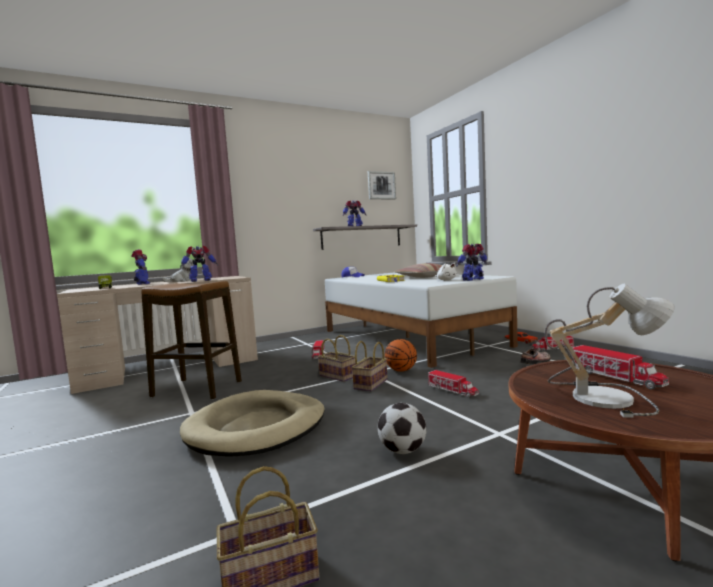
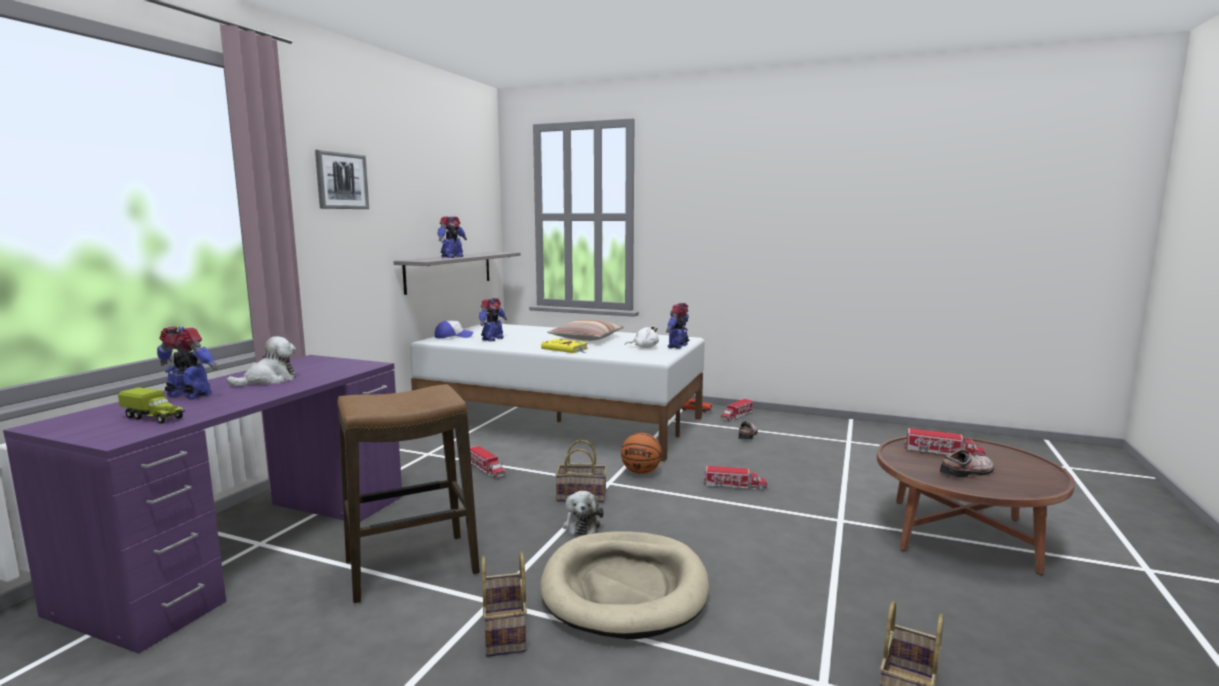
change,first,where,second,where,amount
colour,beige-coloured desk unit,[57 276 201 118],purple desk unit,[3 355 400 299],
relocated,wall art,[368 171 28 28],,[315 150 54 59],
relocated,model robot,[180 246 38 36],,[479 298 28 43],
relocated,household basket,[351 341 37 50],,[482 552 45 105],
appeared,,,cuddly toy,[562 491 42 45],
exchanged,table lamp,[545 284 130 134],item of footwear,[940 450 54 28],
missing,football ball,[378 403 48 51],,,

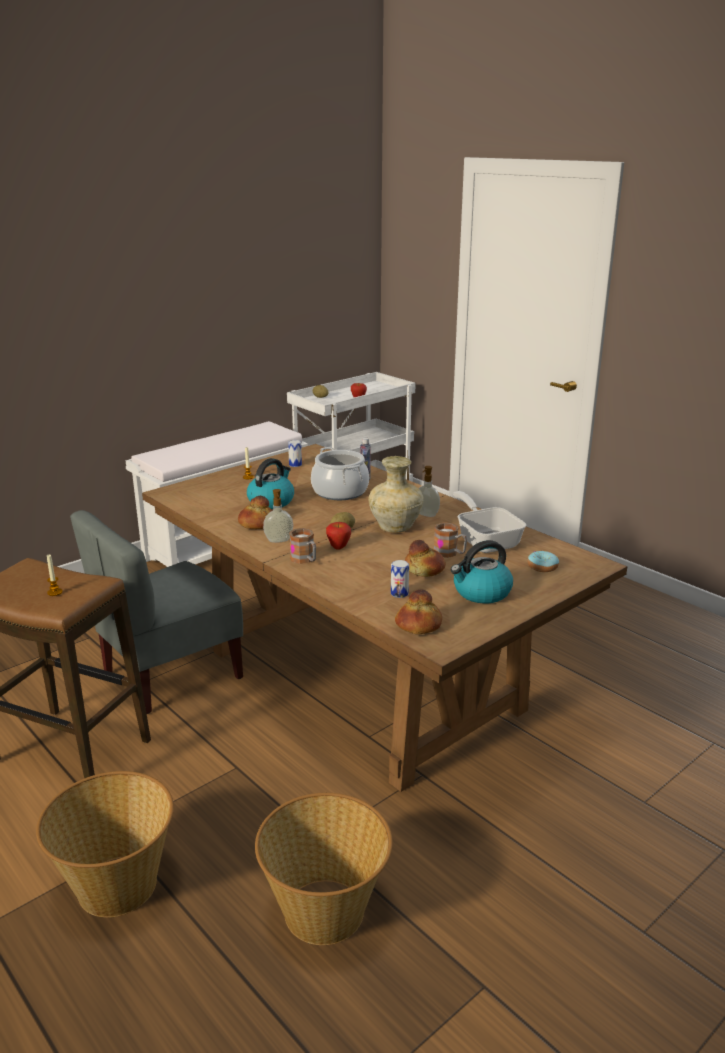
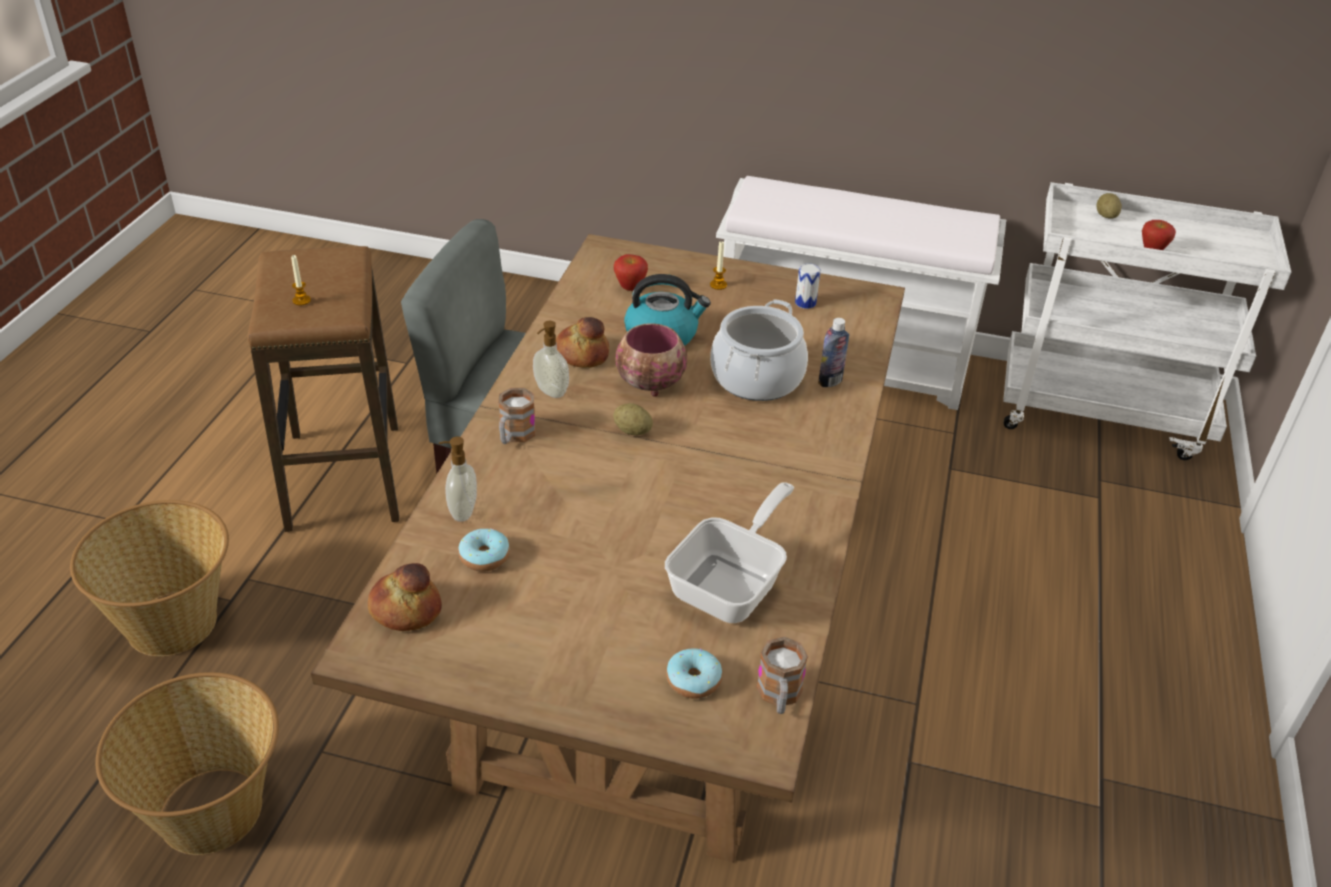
change,first,where,second,where,amount
relocated,liquid soap bottle,[419 466 21 51],,[439 437 38 85],
exchanged,metal can,[391 560 18 38],ring doughnut,[458 529 52 43],
relocated,whole apple,[326 522 25 28],,[614 254 34 37],
appeared,,,deep dish,[616 323 71 74],
relocated,mug,[434 522 33 36],,[756 636 52 78],
missing,beige-coloured decorative vase,[368 456 56 77],,,
missing,bread,[405 540 41 37],,,
missing,tea kettle,[451 540 62 64],,,

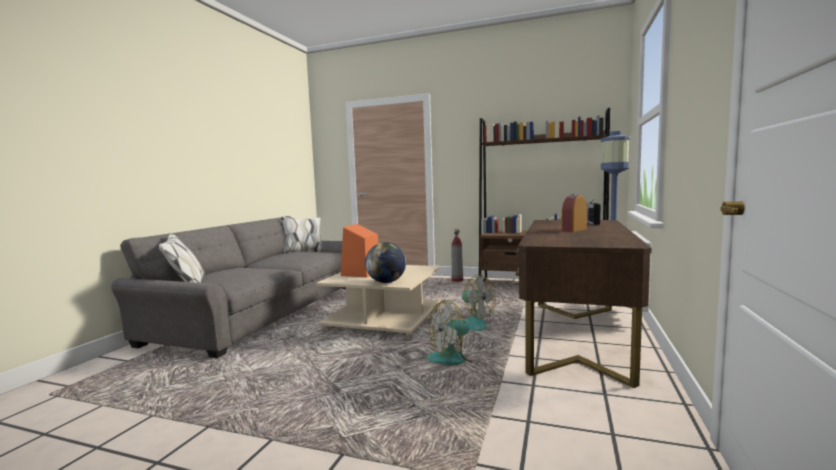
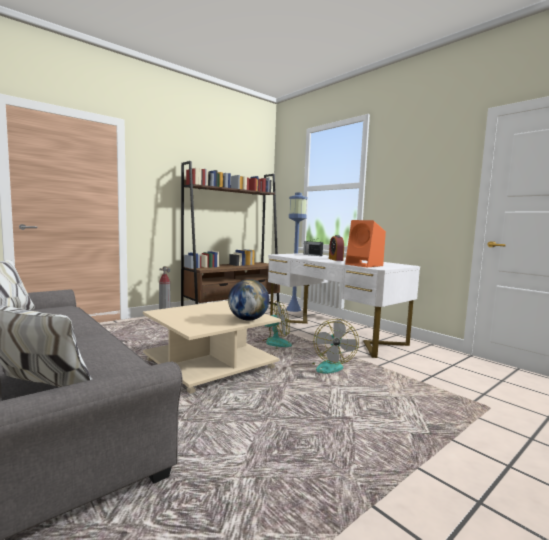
change,first,where,second,where,amount
colour,brownish desk unit,[515 220 137 168],white desk unit,[268 253 152 105],
relocated,orange audio speaker,[341 224 37 53],,[345 220 41 47],

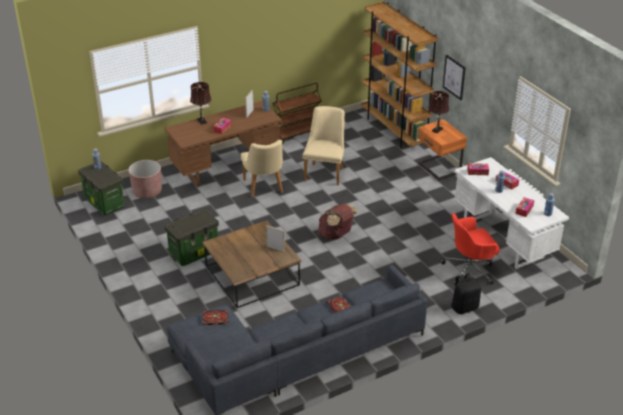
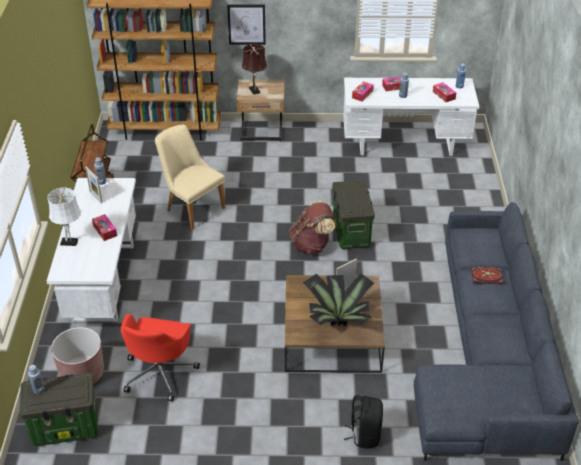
change,first,where,second,where,amount
colour,brownish desk unit,[165 101 117 86],white desk unit,[47 178 89 144],
colour,brownish table lamp,[190 82 22 43],white table lamp,[47 187 34 59],
relocated,red-coloured office chair,[440 213 60 72],,[121 314 79 88],
colour,orange night table,[417 119 50 62],beige-coloured night table,[237 79 47 62],
appeared,,,plant in a pot,[303 274 71 53],
relocated,storage box,[164 209 55 57],,[332 180 43 69],
relocated,black rucksack,[451 273 30 41],,[344 395 39 53],
missing,volume,[202 310 26 15],,,
missing,beige-coloured plain chair,[241 140 42 57],,,

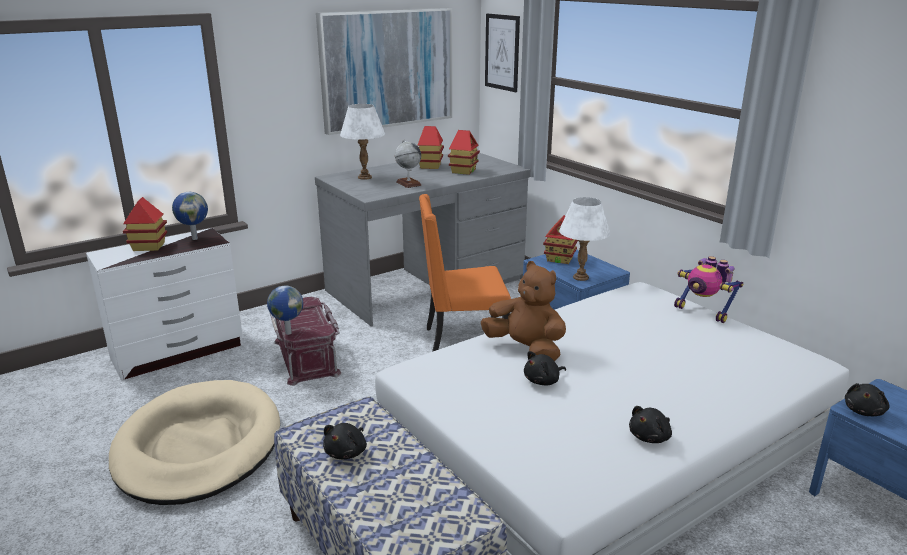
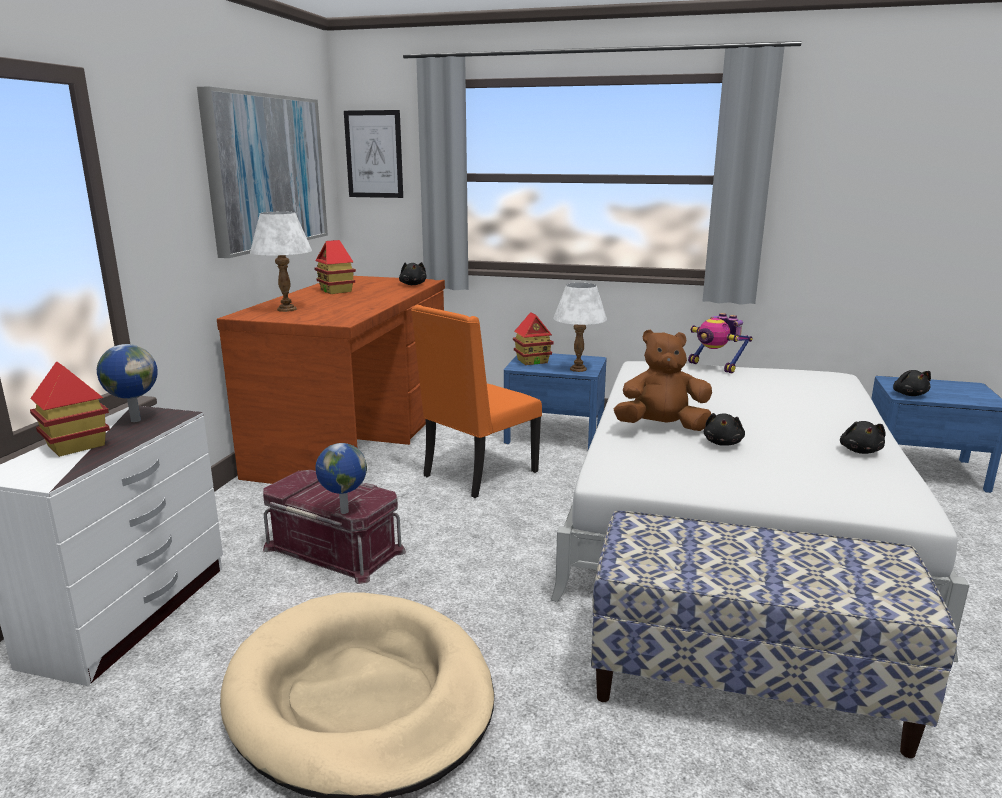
change,first,where,second,where,amount
colour,gray desk unit,[315 153 216 174],brownish desk unit,[217 276 228 208],
relocated,black cuddly toy,[323 423 44 36],,[399 262 28 23],
spun,model robot,[674 256 69 67],,[688 313 64 60],45 degrees clockwise
missing,desk globe,[395 139 27 49],,,
missing,miniature house,[448 130 32 45],,,

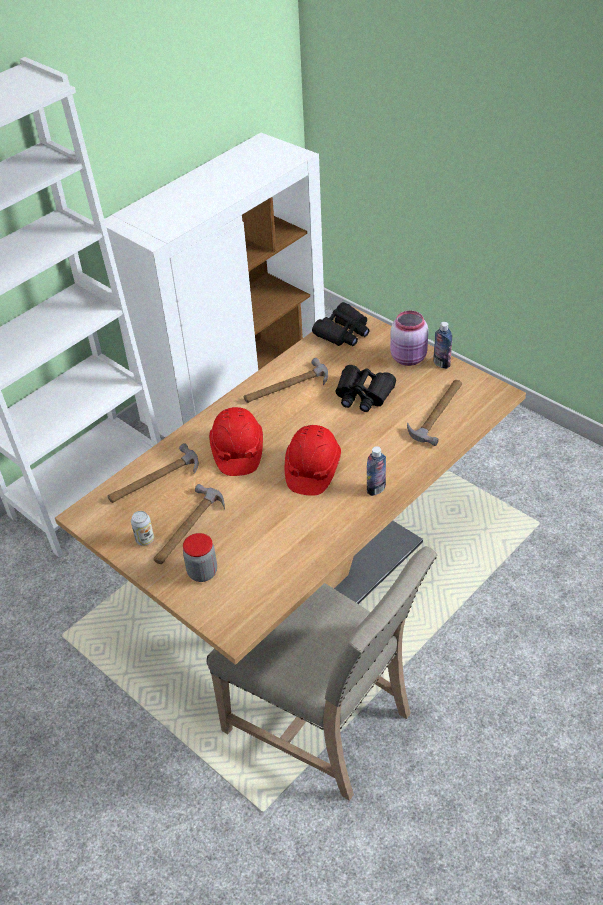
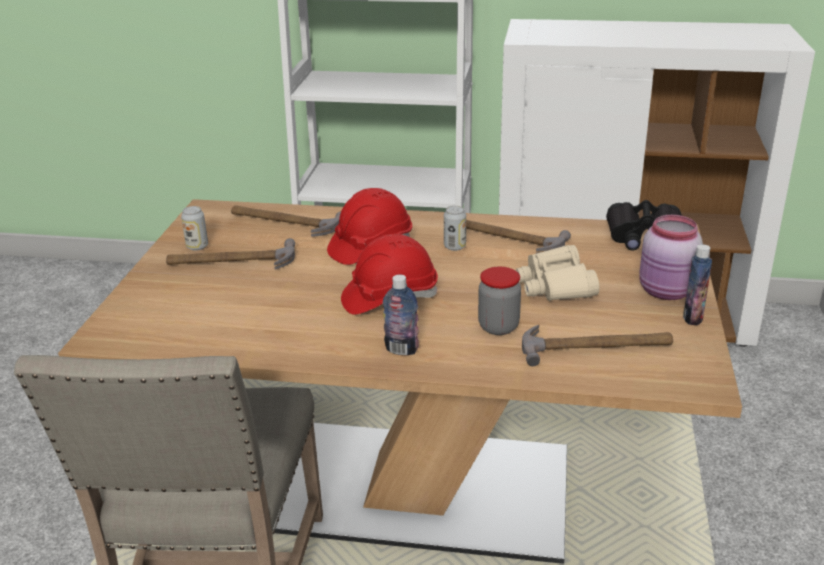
change,first,where,second,where,amount
appeared,,,metal can,[444 206 22 45],
relocated,storage jar,[183 533 34 49],,[478 267 43 68],
colour,black binoculars,[335 365 61 47],beige-coloured binoculars,[516 245 83 56],

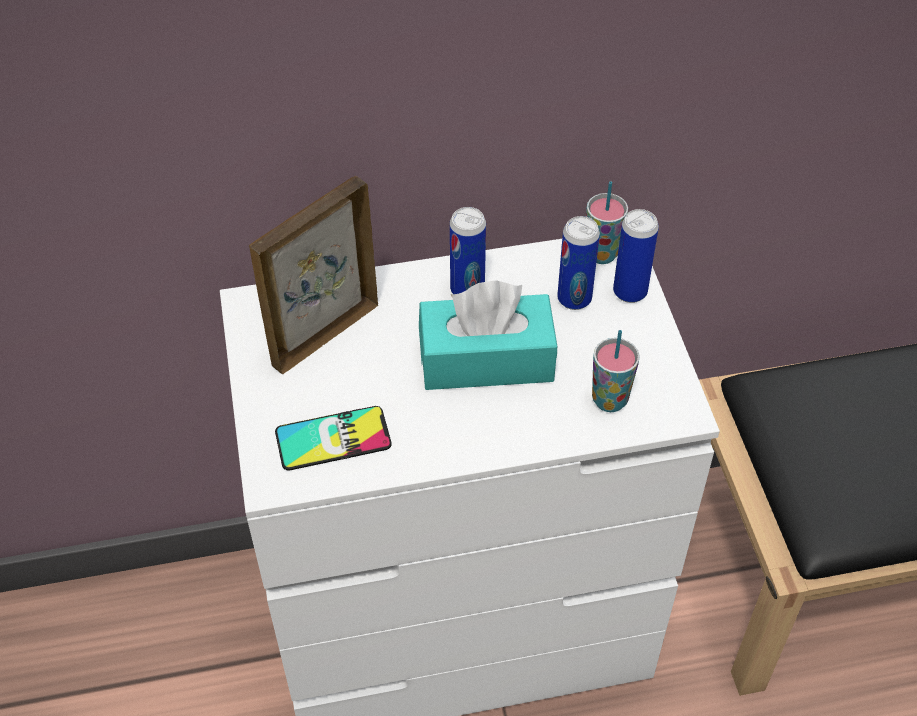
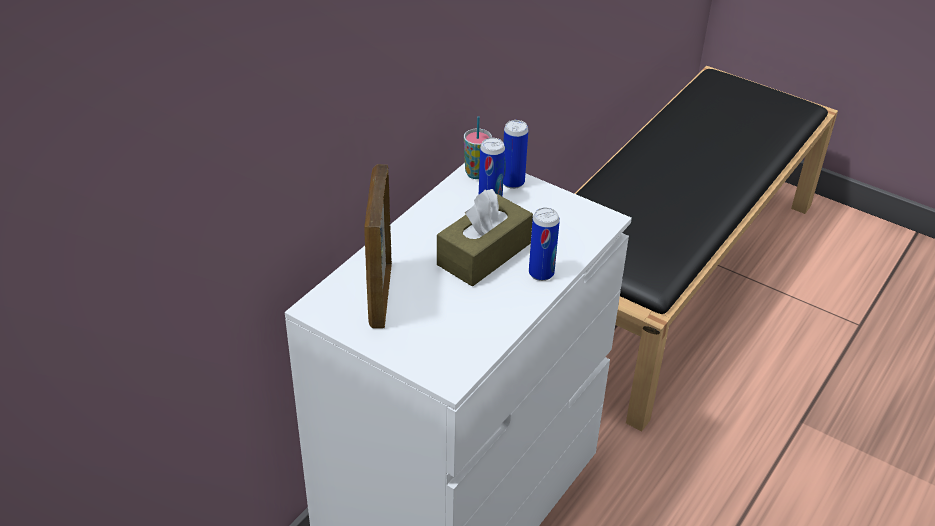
change,first,where,second,where,amount
colour,blue-green box of tissues,[419 280 138 110],brownish box of tissues,[437 189 96 97],
relocated,metal can,[450 207 36 87],,[529 208 31 73],
missing,handset,[275 406 117 65],,,
missing,cup,[592 330 48 82],,,

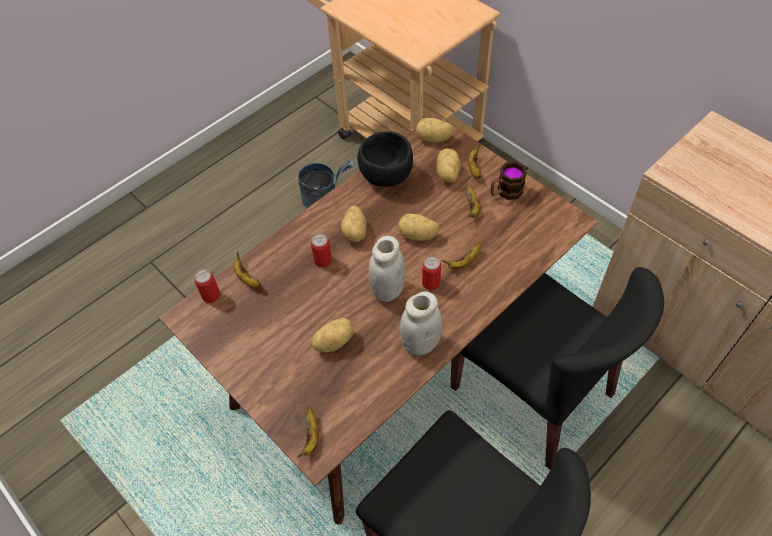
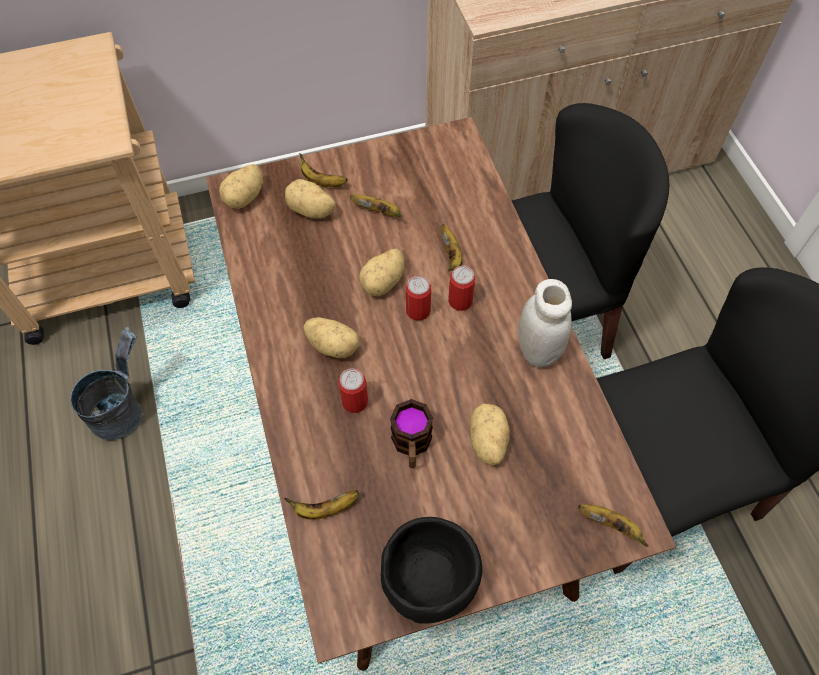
change,first,where,second,where,amount
relocated,black deep dish,[357 131 56 56],,[381 517 101 107],
relocated,mug,[491 161 36 39],,[390 399 43 69],
relocated,metal can,[194 269 26 34],,[406 275 25 46],
missing,white storage jar,[368 236 37 66],,,

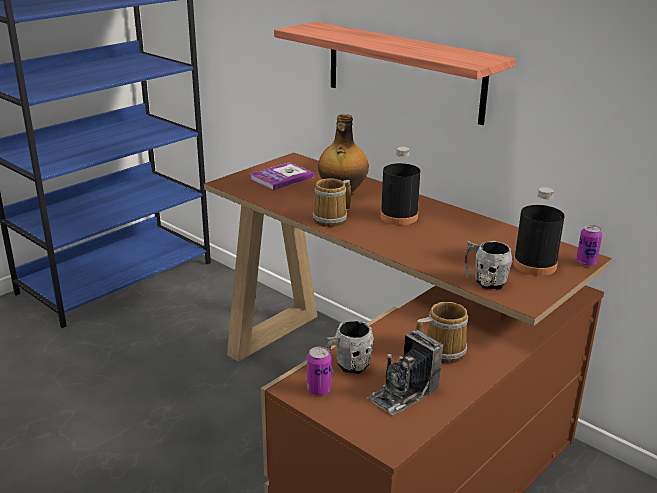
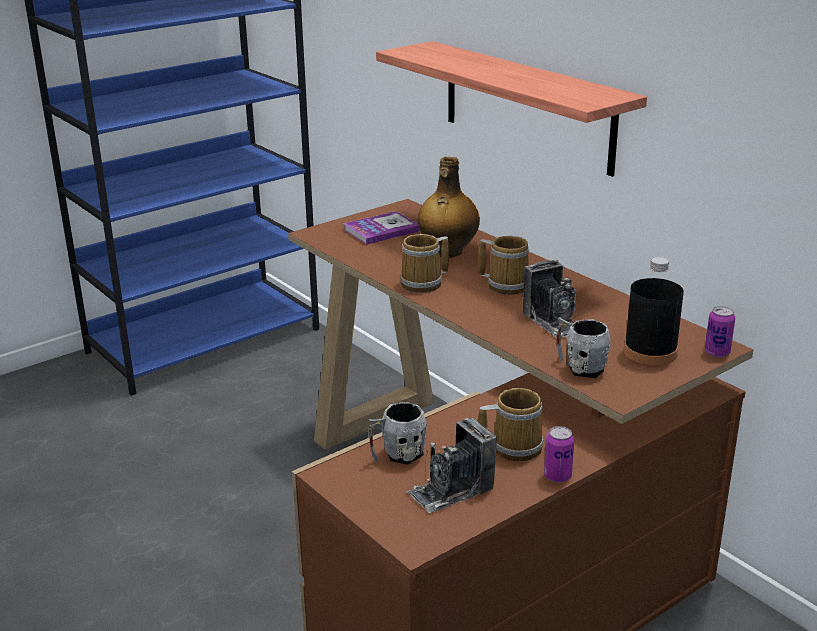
change,first,where,second,where,amount
exchanged,black drink bottle,[380 147 40 78],mug,[478 236 51 58],
appeared,,,photo camera,[523 260 53 79],
relocated,metal can,[307 347 24 49],,[544 426 30 57],

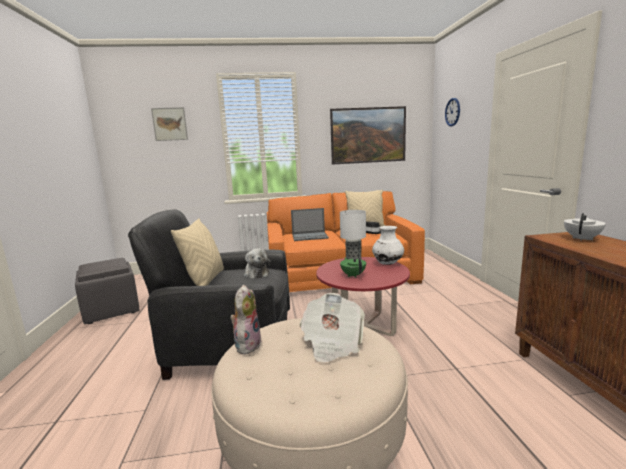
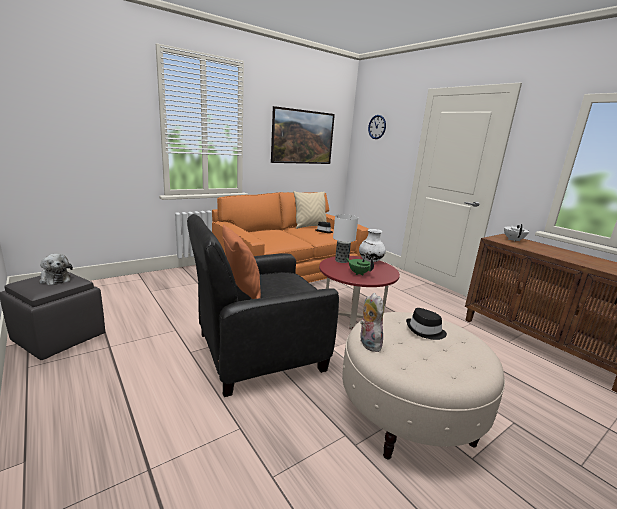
change,first,where,second,where,amount
relocated,cuddly toy,[244 249 27 30],,[39 254 34 31],
colour,beige-coloured throw pillow,[171 218 53 68],orange throw pillow,[222 224 39 75],
exchanged,daily paper,[300 293 65 70],black wearable hat,[406 308 41 32],
missing,wall art,[151 107 37 34],,,
missing,laptop,[291 208 38 33],,,

